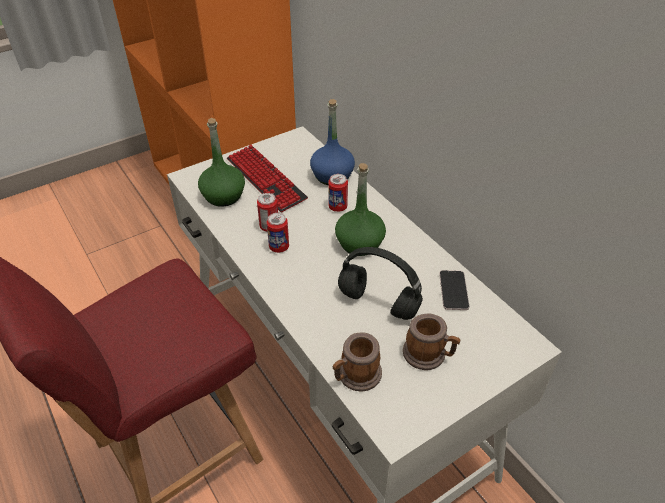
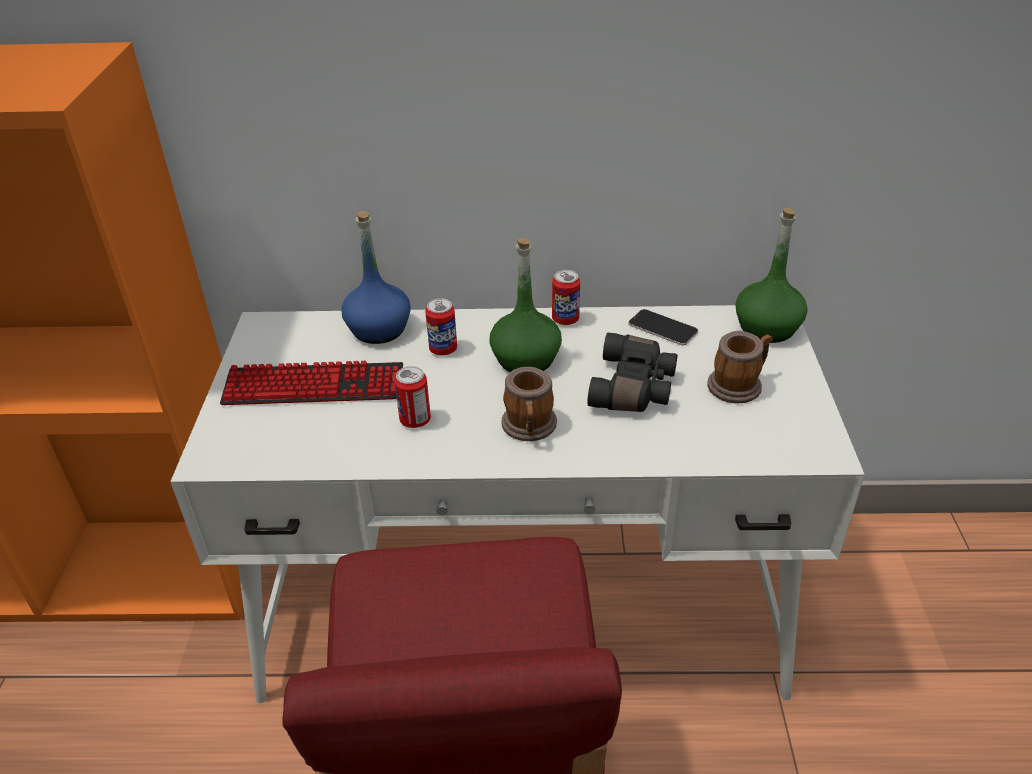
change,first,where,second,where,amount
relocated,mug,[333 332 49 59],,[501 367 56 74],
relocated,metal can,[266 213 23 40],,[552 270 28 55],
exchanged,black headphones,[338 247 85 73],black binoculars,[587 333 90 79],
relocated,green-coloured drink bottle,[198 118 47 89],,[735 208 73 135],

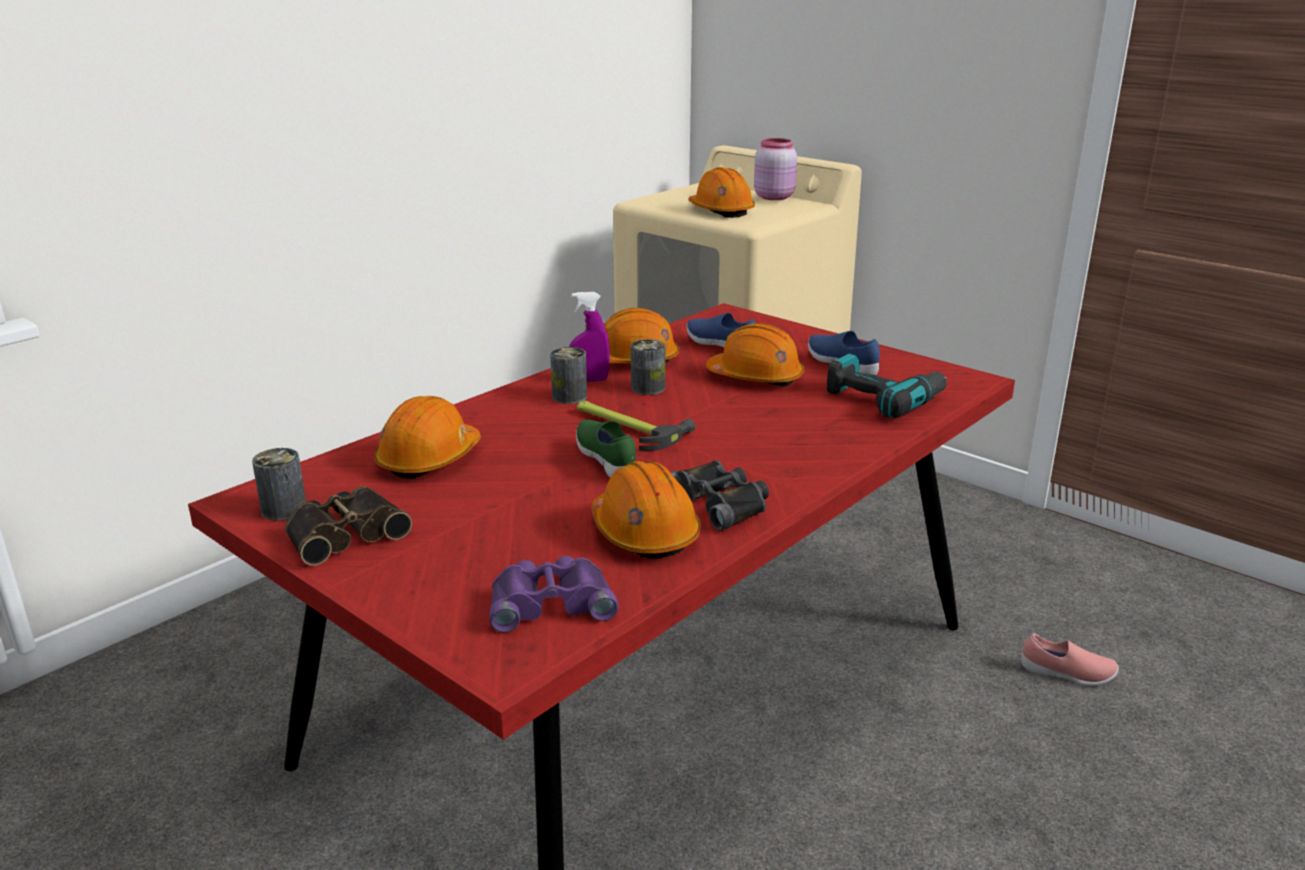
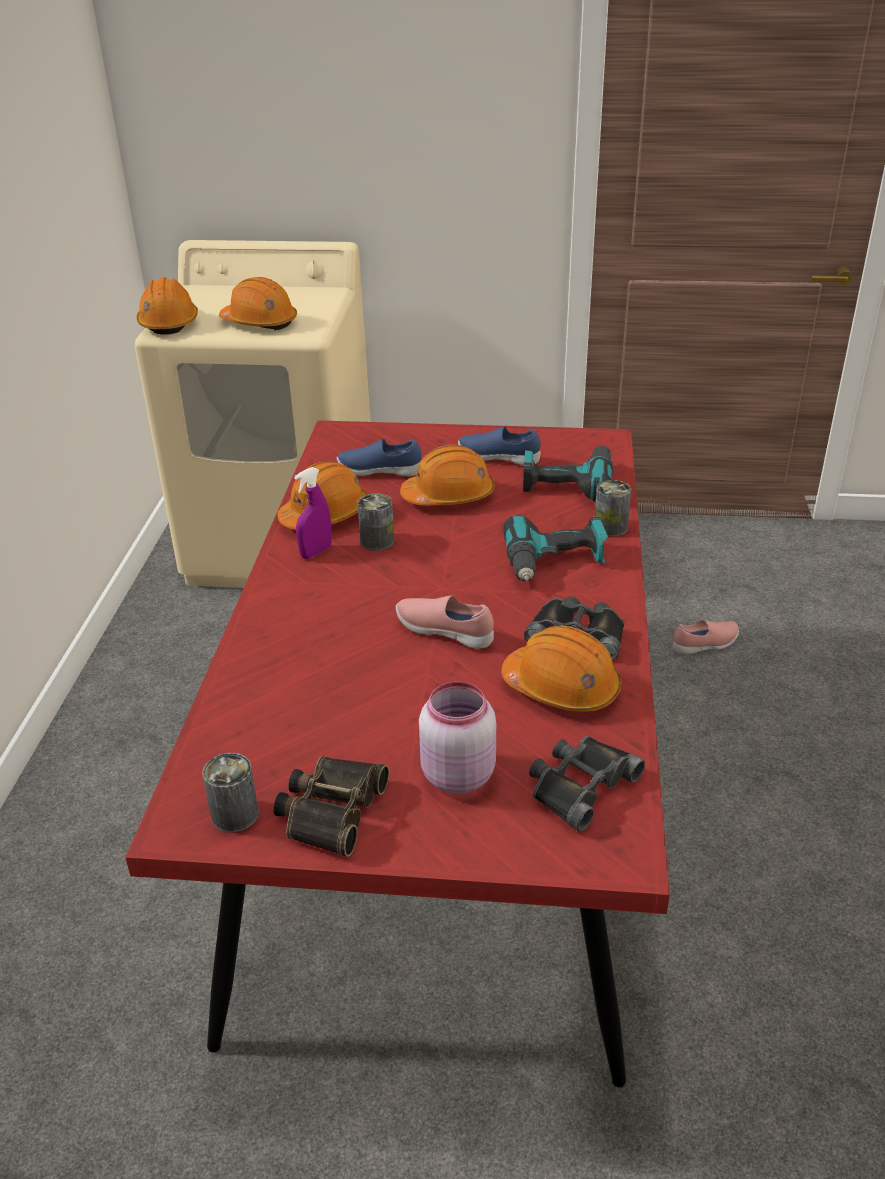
change,first,where,second,where,amount
relocated,orange work helmet,[374 396 107 83],,[137 277 61 58],
colour,green-coloured item of footwear,[576 420 60 57],pinkish item of footwear,[396 595 98 54],
relocated,pinkish storage jar,[754 138 43 62],,[419 682 77 112],
appeared,,,electric drill,[503 515 105 66],
colour,purple binoculars,[489 556 130 76],black binoculars,[529 736 116 95],
relocated,metal can,[550 347 37 57],,[595 480 36 57],
missing,tool hammer,[577 401 118 50],,,

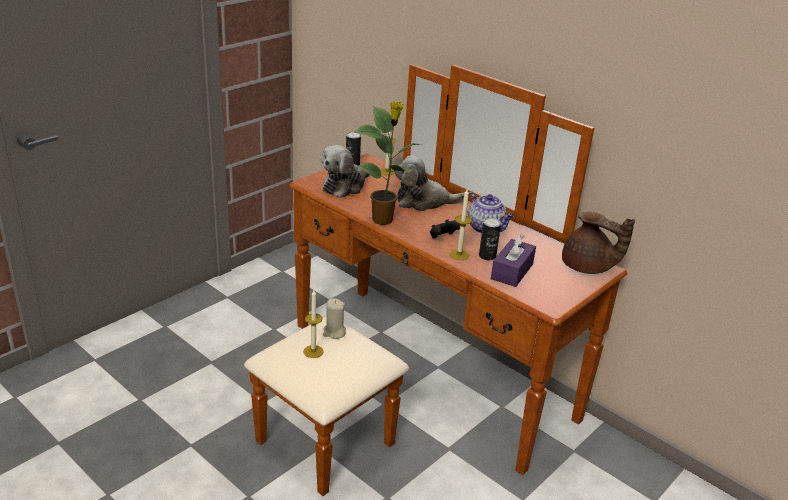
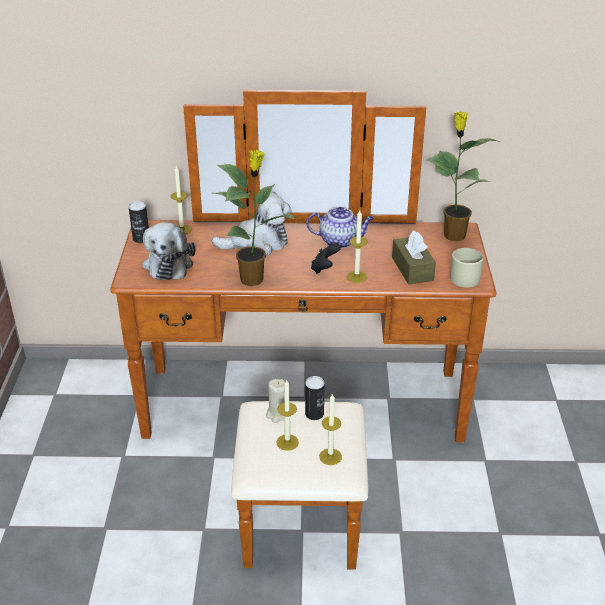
change,first,where,second,where,amount
spun,cuddly toy,[394 155 70 56],,[212 191 80 64],150 degrees counterclockwise
relocated,metal can,[479 218 22 42],,[305 376 20 44],
appeared,,,wax light,[319 394 23 71],
colour,purple box of tissues,[491 234 45 53],brownish box of tissues,[392 230 44 55],
exchanged,brownish pot for tea,[562 212 73 62],plant in a pot,[427 111 74 131],
appeared,,,beige-coloured mug,[450 248 34 39],

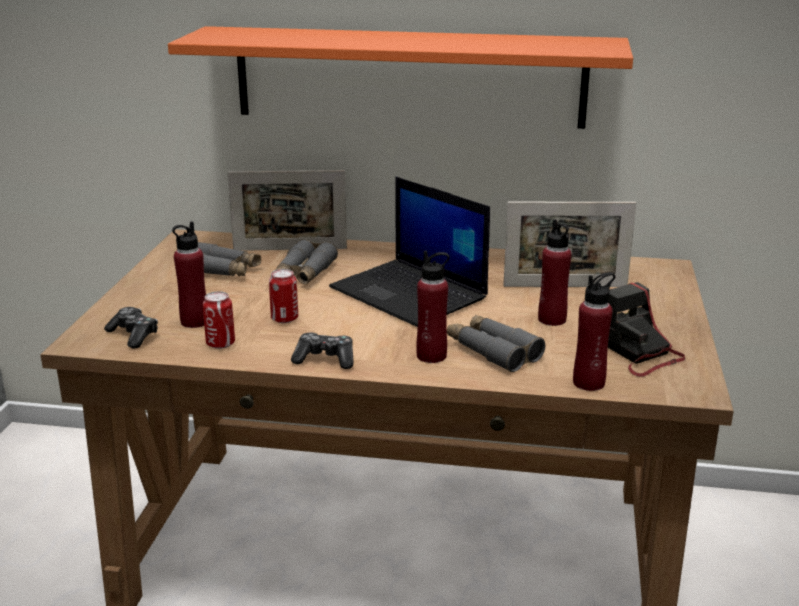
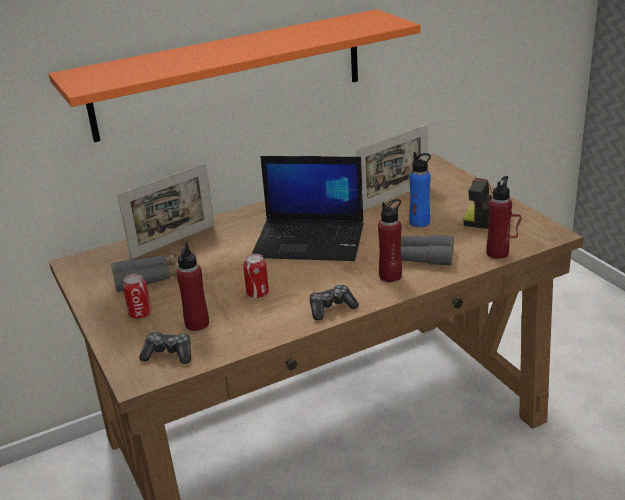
change,first,where,second,where,amount
relocated,metal can,[203 291 32 58],,[123 274 29 45],
colour,red-coloured drink bottle,[538 219 34 107],blue-coloured drink bottle,[409 152 22 75],
missing,gray binoculars,[275 239 63 46],,,

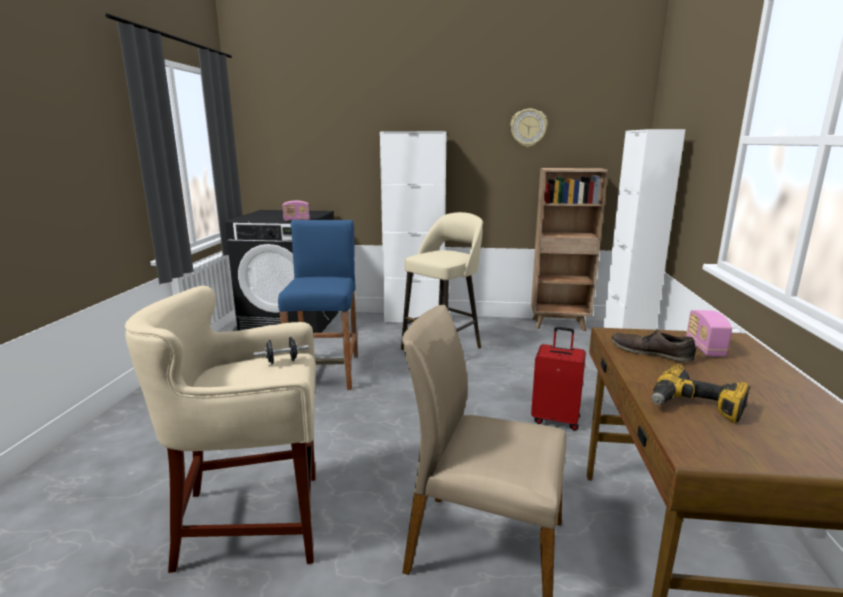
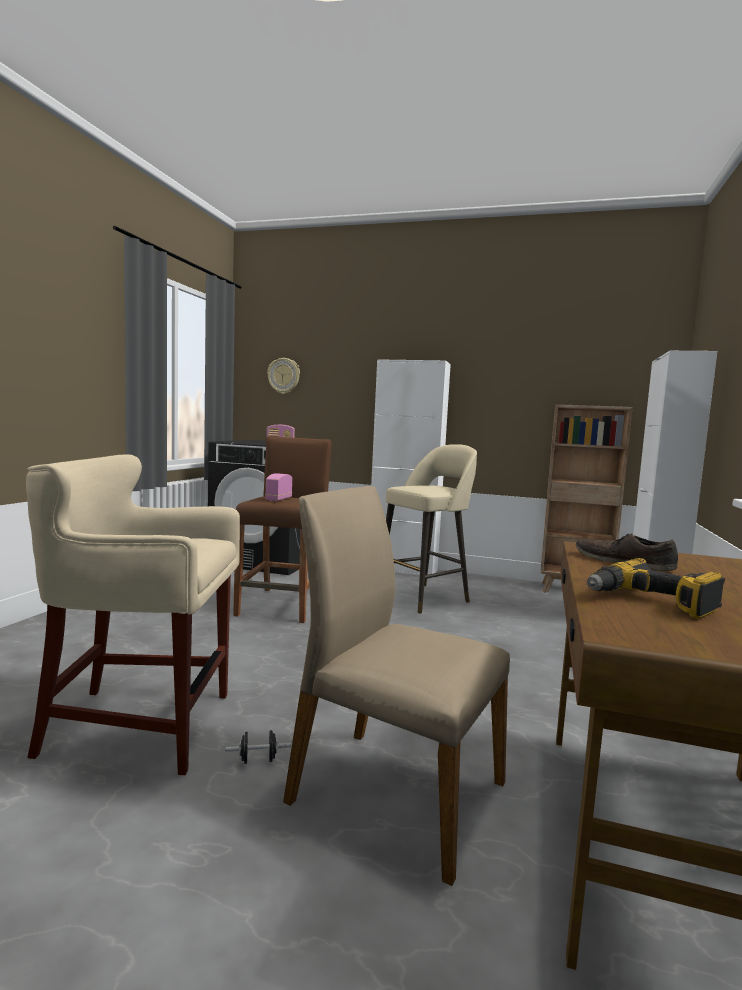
change,first,where,second,where,amount
relocated,black dumbbell,[254 337 55 27],,[226 730 65 34],
colour,blue-coloured stool,[278 220 80 170],brownish stool,[233 436 99 187],
relocated,radio receiver,[686 310 46 47],,[265 473 27 28],
relocated,clock on the wall,[510 109 38 38],,[267 358 33 36],
missing,red-coloured suitcase,[531 327 55 104],,,

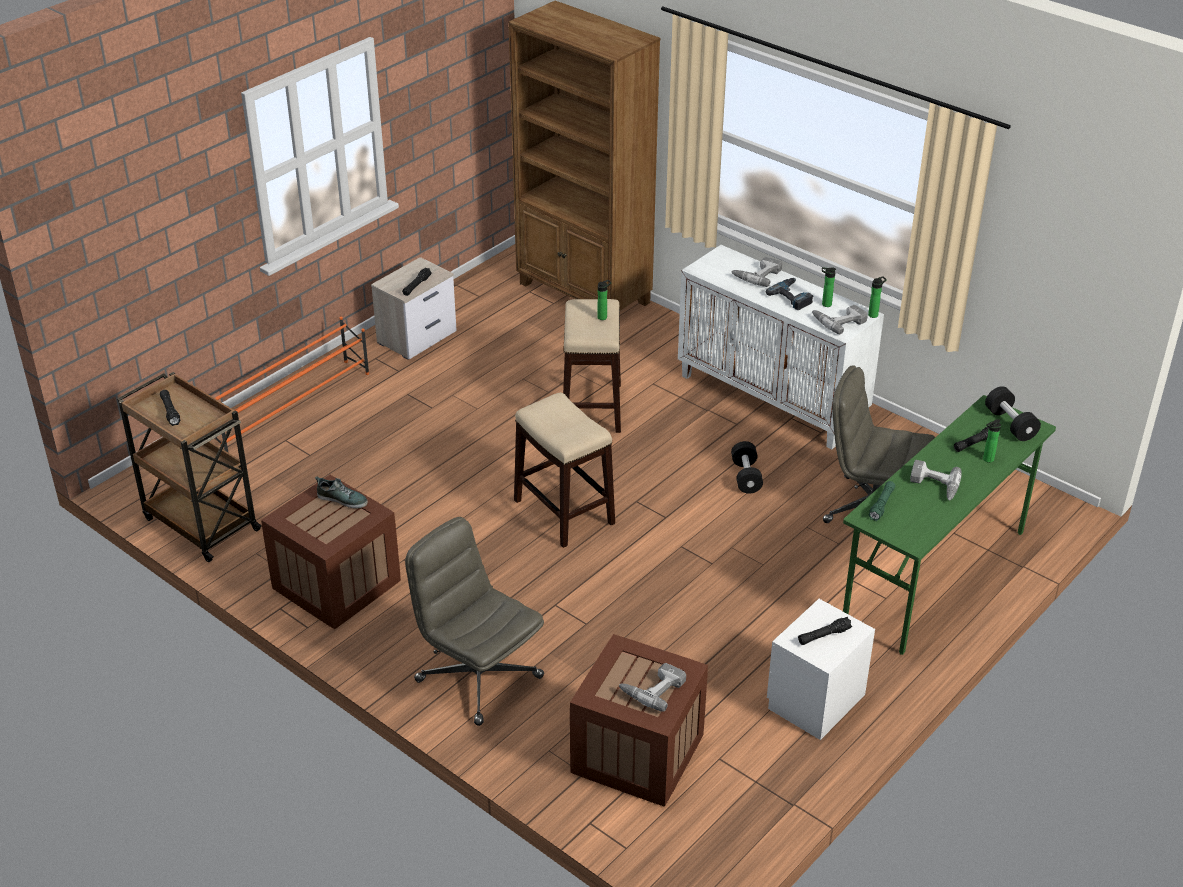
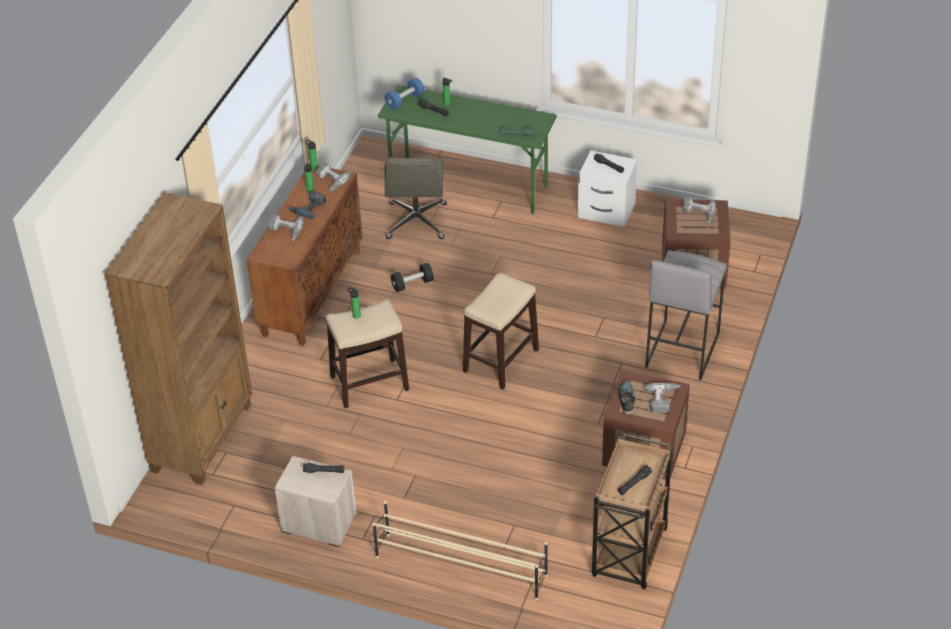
change,first,where,second,where,amount
colour,white storage cabinet,[678 245 206 204],brownish storage cabinet,[246 164 117 182],
colour,orange shoe stand,[215 317 154 135],beige-coloured shoe stand,[373 501 175 99],
colour,black dumbbell,[985 386 56 55],blue-coloured dumbbell,[385 78 40 32],
relocated,electric drill,[910 460 52 40],,[644 383 36 30],
exchanged,gray office chair,[405 517 139 209],gray stool,[645 250 82 130],

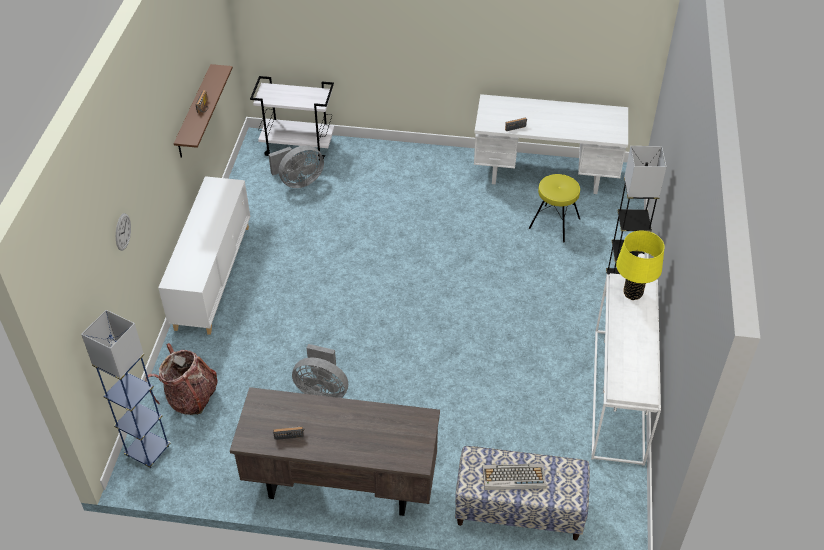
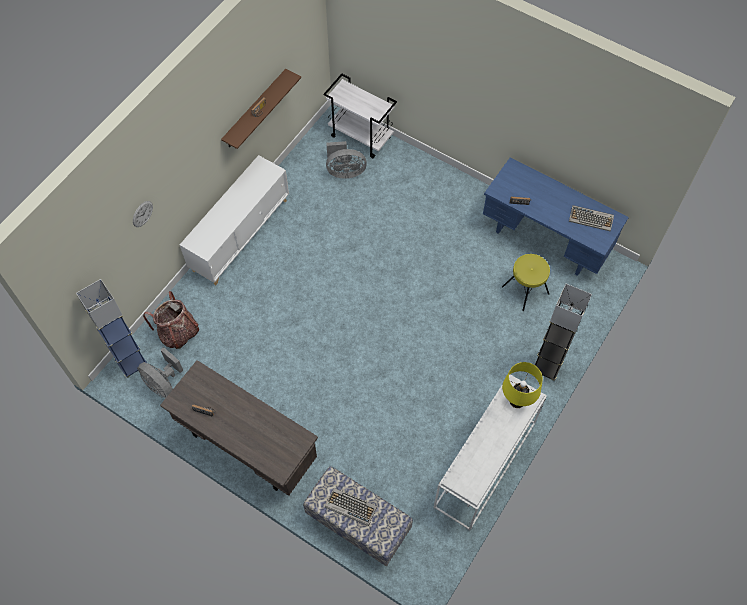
change,first,where,second,where,amount
relocated,gray fan,[292 344 56 54],,[137 347 46 51],
colour,white desk unit,[474 94 154 100],blue-coloured desk unit,[483 157 146 119],
appeared,,,keyboard,[569 205 45 26],

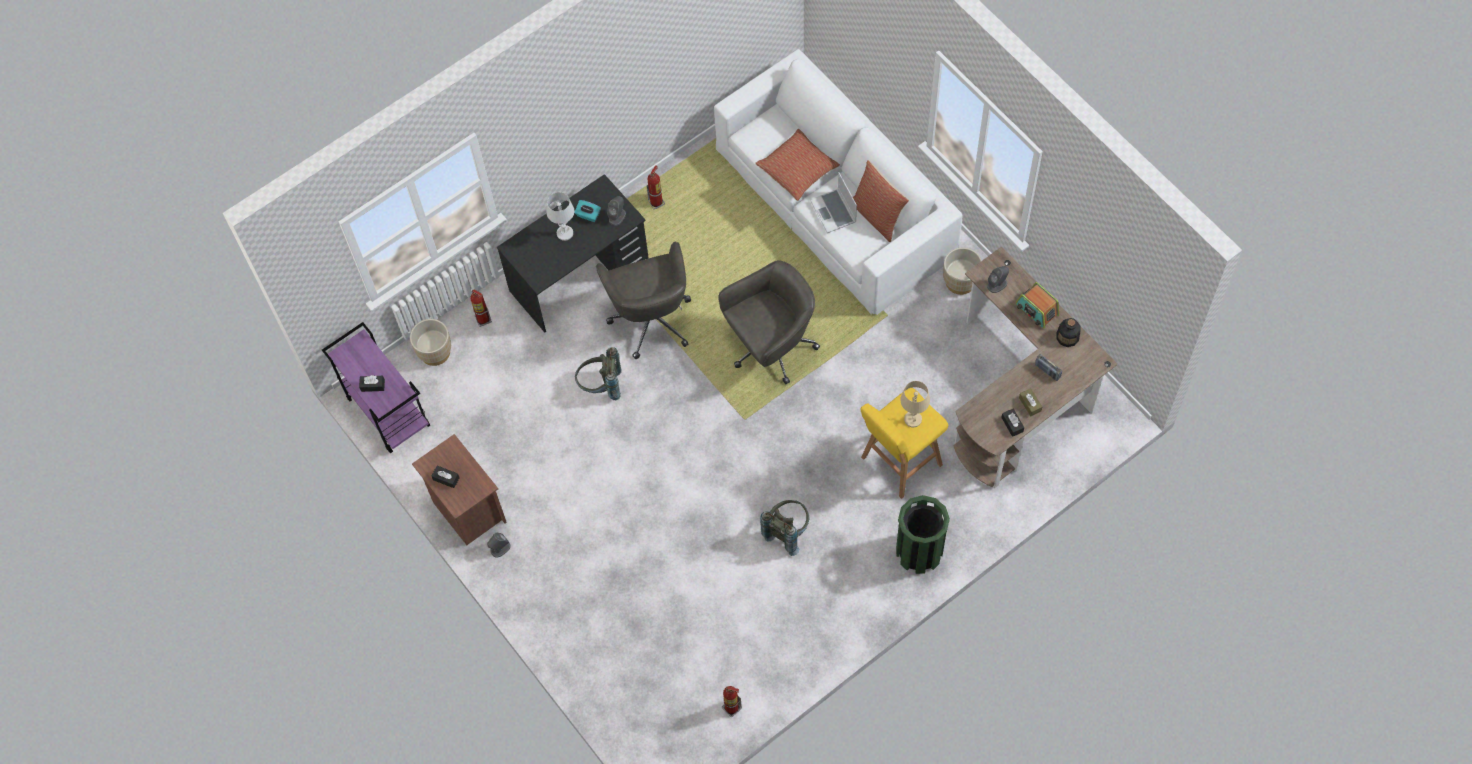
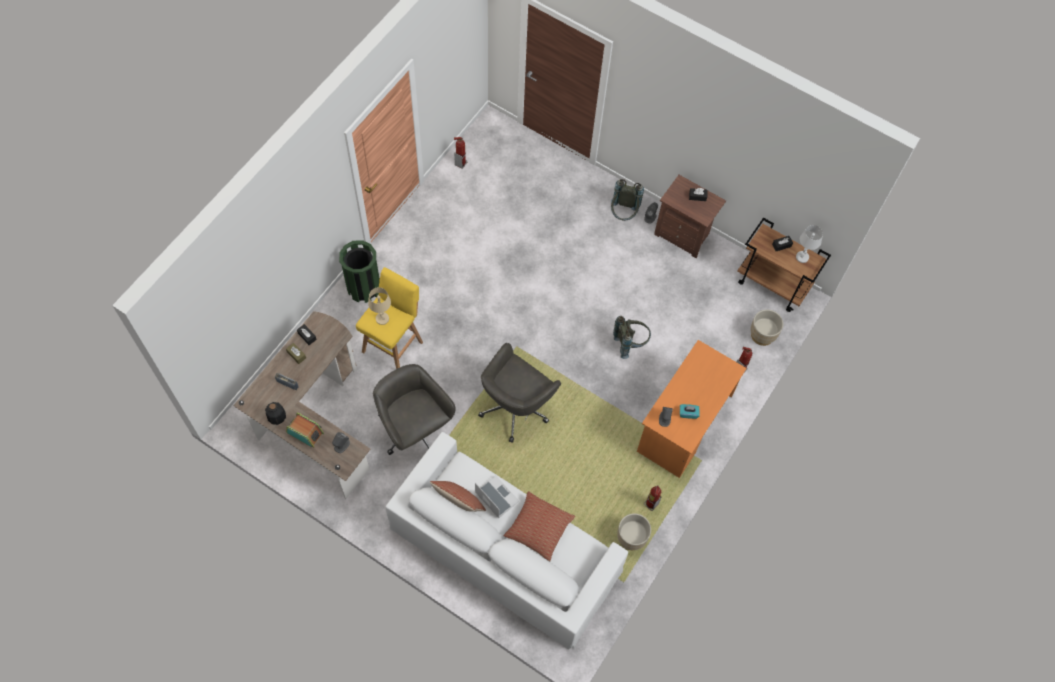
change,first,where,second,where,amount
relocated,gray office chair,[596 242 95 117],,[373 364 83 91],
relocated,gray rucksack,[760 500 49 56],,[611 179 33 42],
relocated,beige-coloured plant pot,[943 248 39 47],,[617 513 34 37],
colour,black desk unit,[497 174 152 159],orange desk unit,[637 340 110 138],
colour,purple cart,[322 322 108 131],brownish cart,[737 218 94 94],
relocated,white table lamp,[547 192 27 49],,[796 225 27 38],

